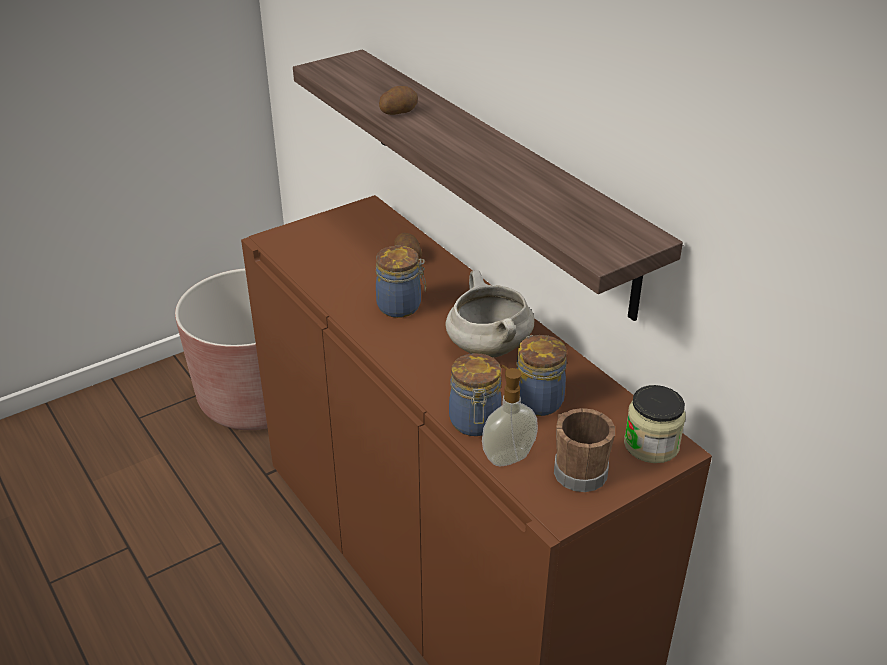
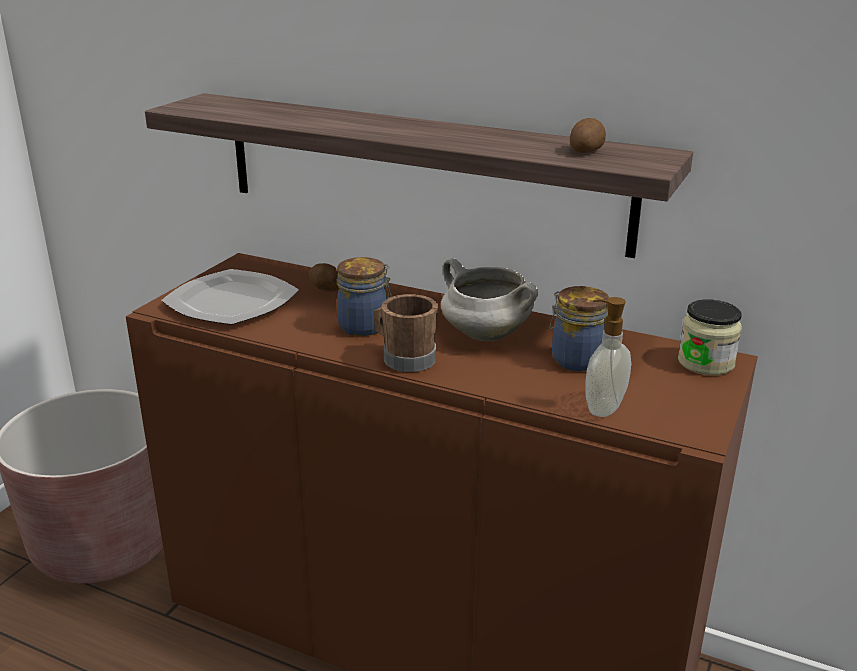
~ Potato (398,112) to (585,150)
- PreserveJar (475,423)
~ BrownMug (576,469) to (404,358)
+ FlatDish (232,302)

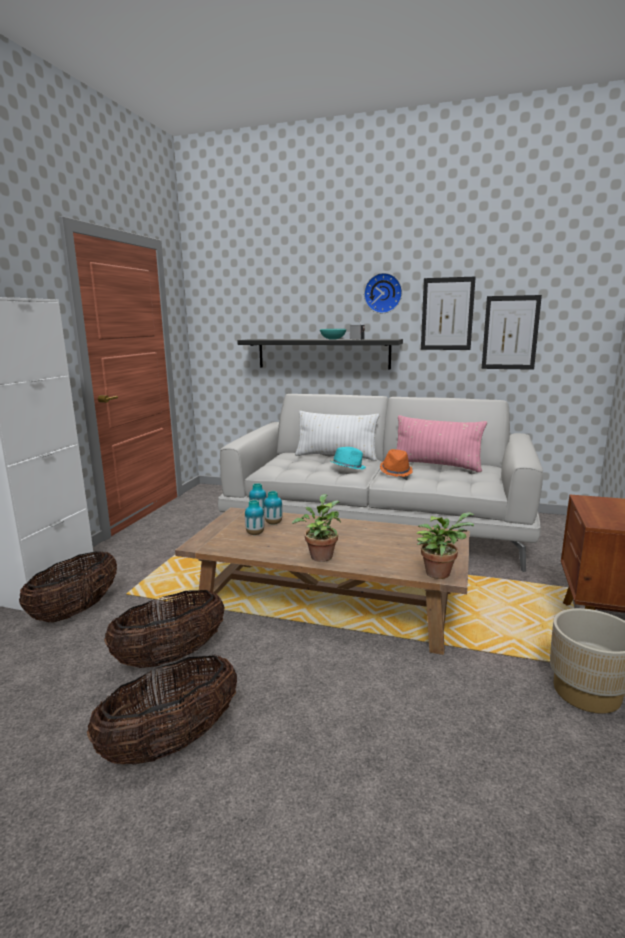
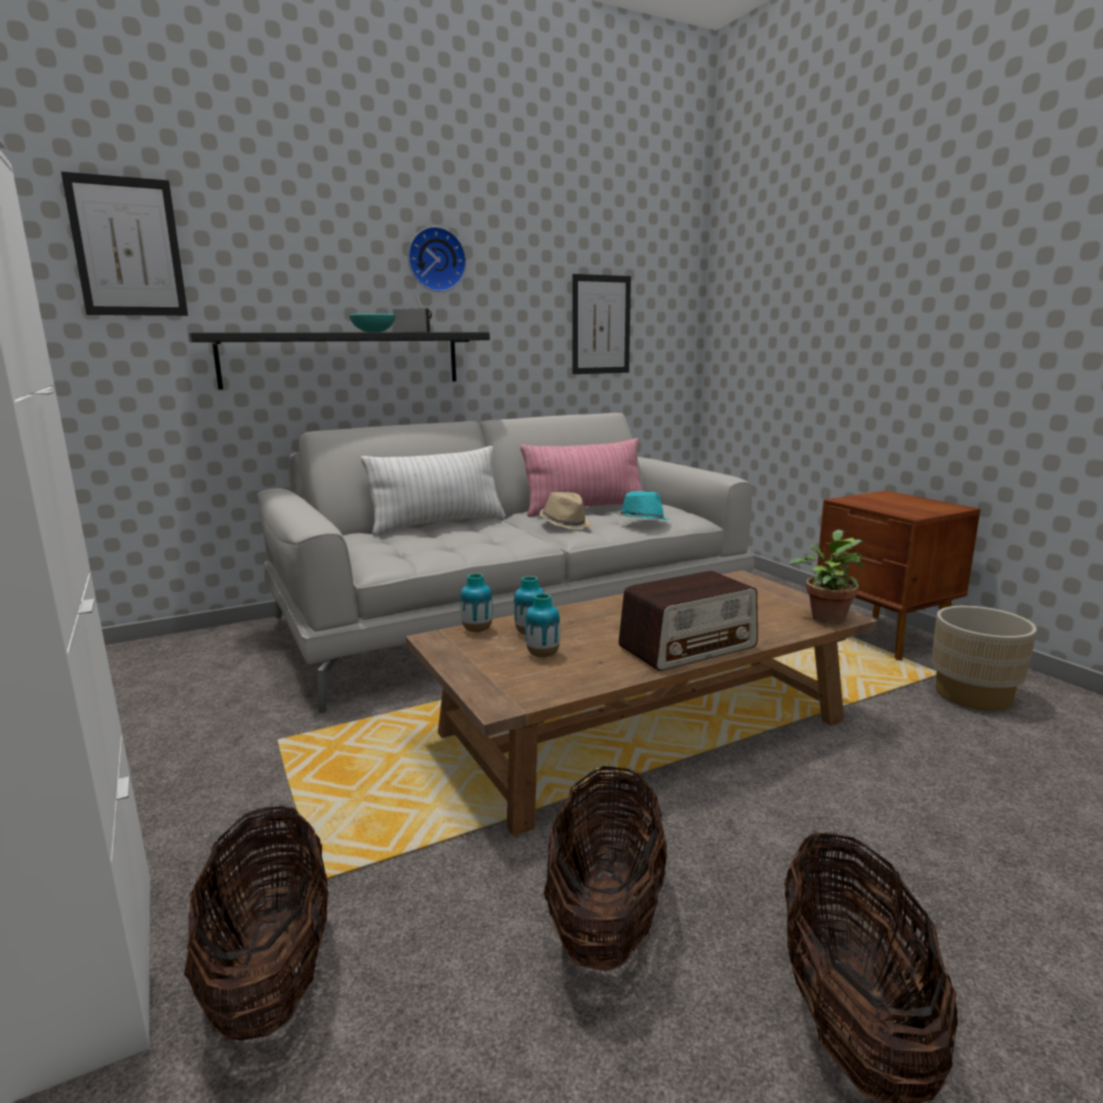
~ Picture (447,314) to (127,247)
~ BlueGreenClothingHat (347,467) to (642,522)
~ OrangeClothingHat (396,471) to SandColouredClothingHat (565,524)
~ PlantInAPot (320,555) to Radio (688,647)

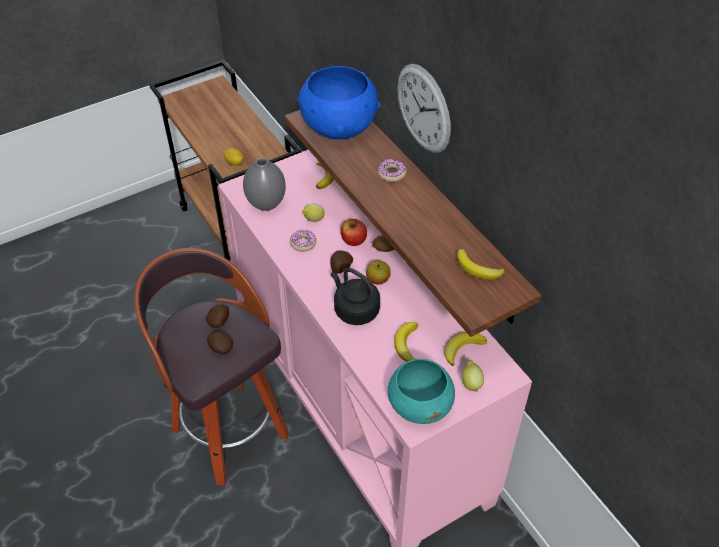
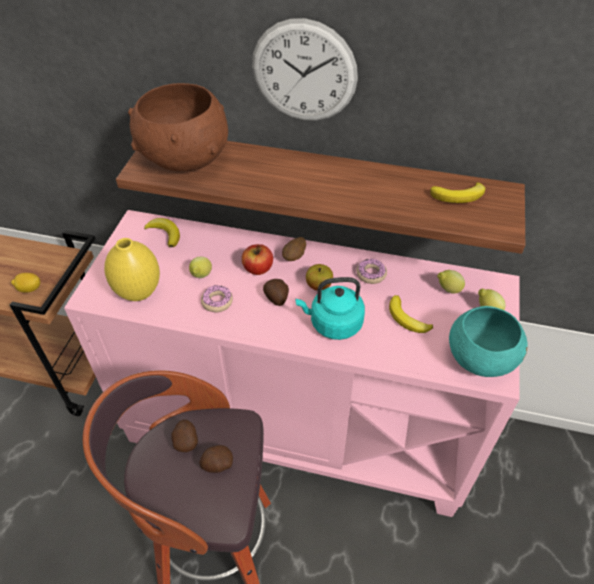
~ BlueDeepDish (339,127) to BrownDeepDish (185,158)
~ GreyVase (266,204) to YellowVase (139,292)
~ RingDoughnut (391,174) to (371,274)
~ BlackTeaKettle (354,310) to BlueGreenTeaKettle (333,324)
~ Banana (462,348) to CitrusFruit (448,289)

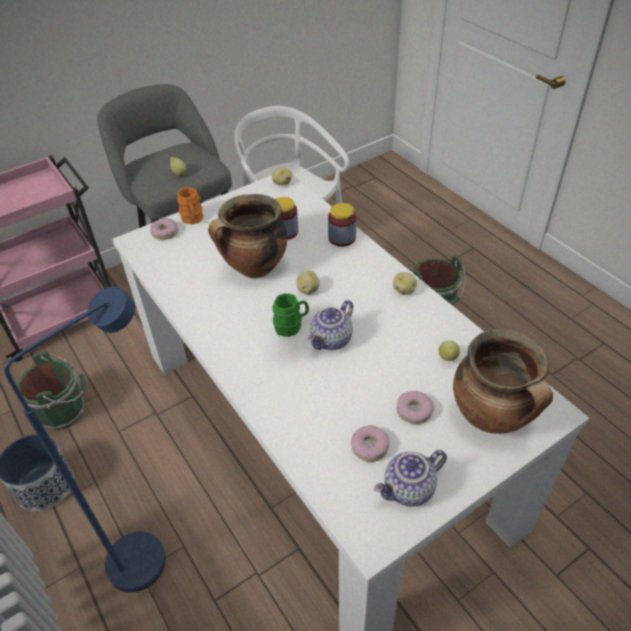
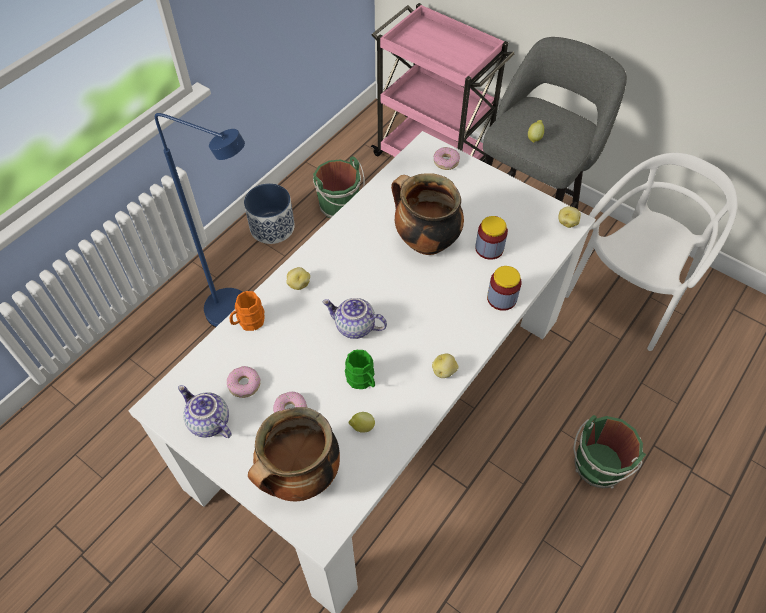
~ OrangeMug (192,219) to (248,322)
~ Potato (307,290) to (298,284)
~ GreenMug (291,326) to (362,380)

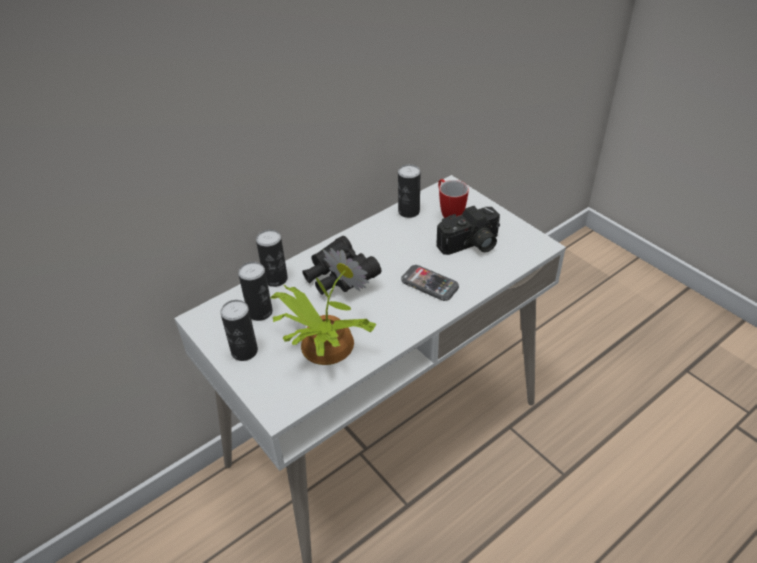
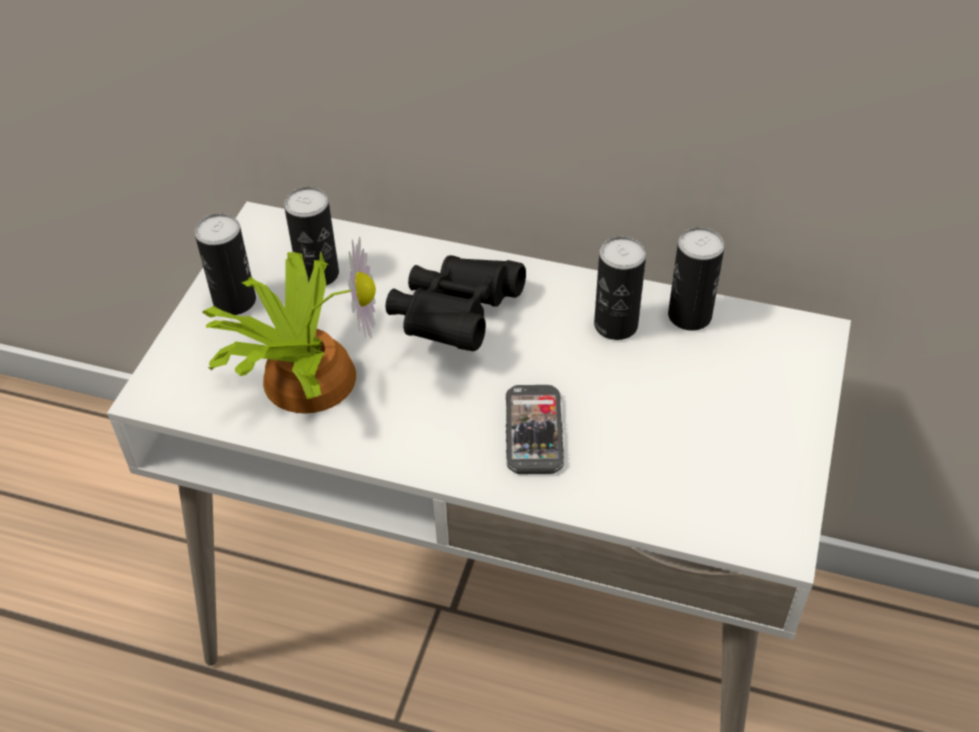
- Mug (449,212)
- PhotoCamera (470,245)
~ SealedCan (275,279) to (616,325)

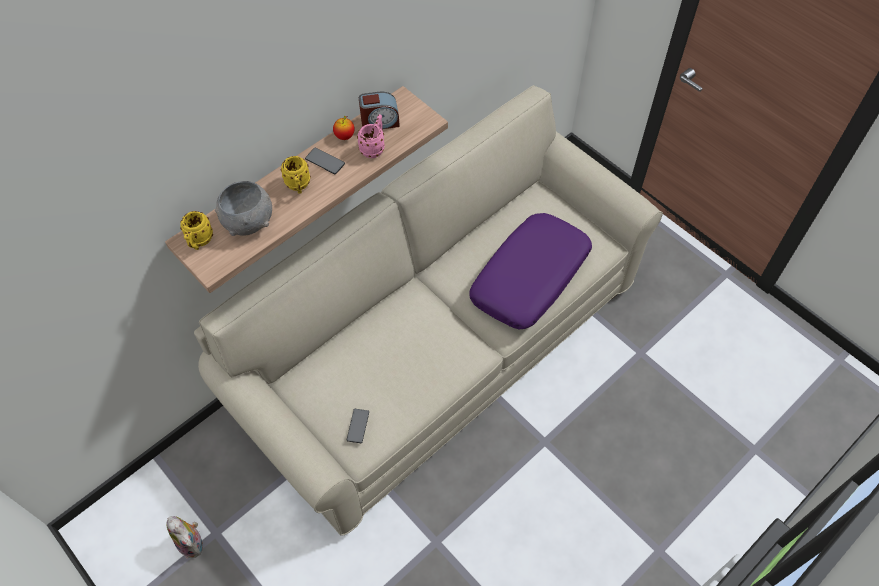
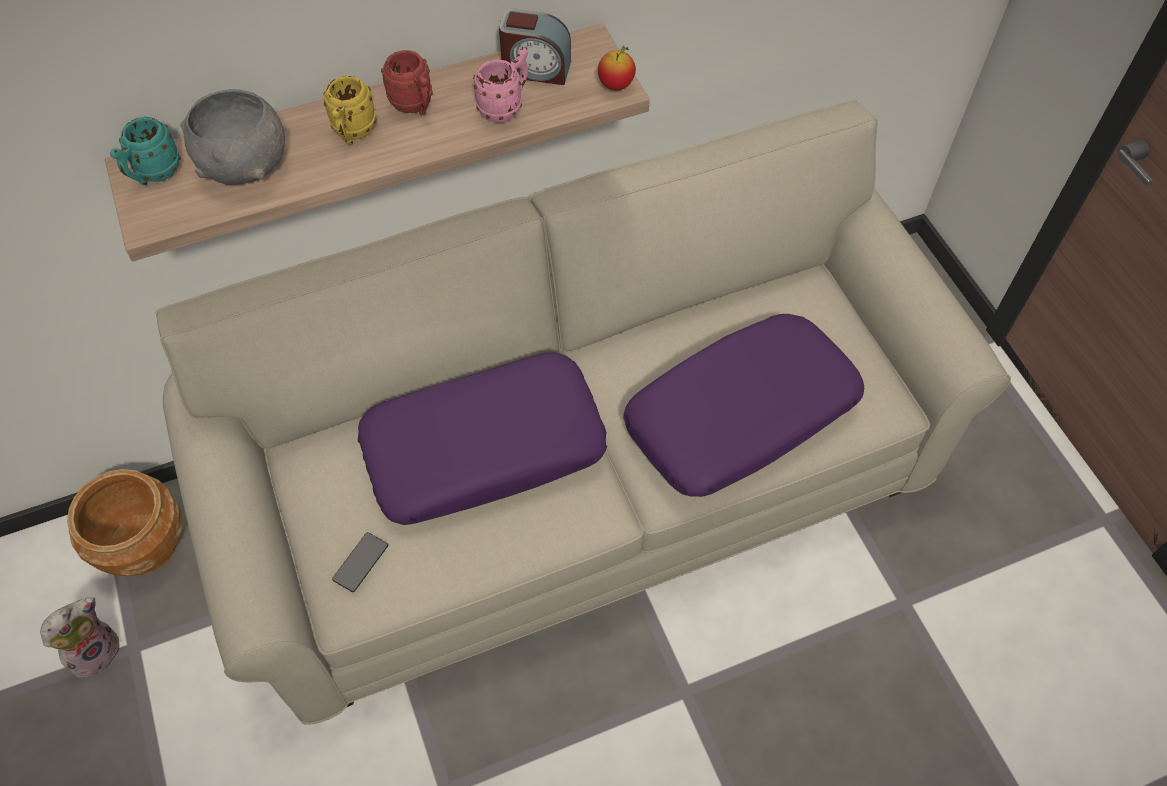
~ Apple (345,136) to (616,85)
~ Handset (325,161) to ReddishMug (415,106)
~ YellowMug (199,242) to BlueGreenMug (154,174)
~ PlushToy (193,543) = (95,650) 120 degrees counterclockwise
+ PurpleColouredPillow (485,448)
+ BrownFlowerPot (144,544)

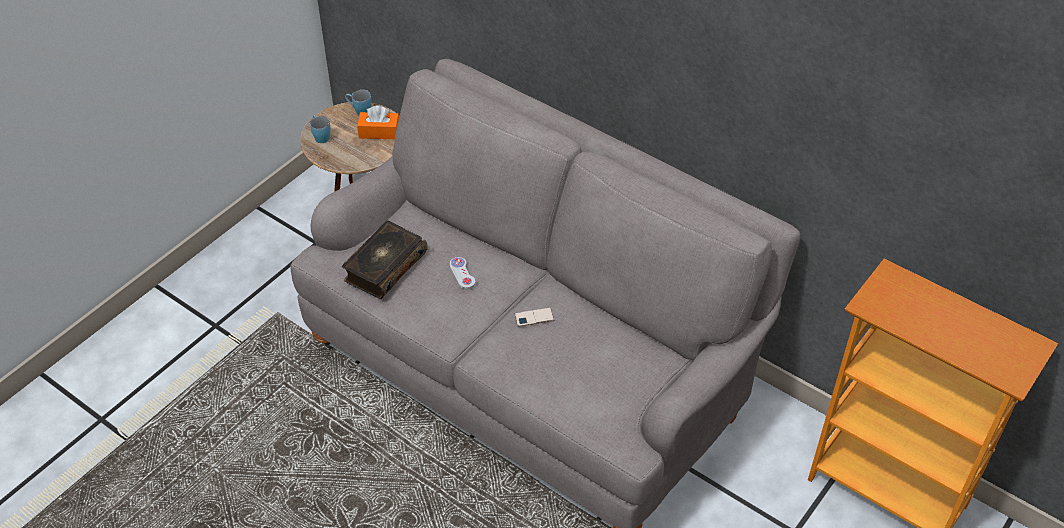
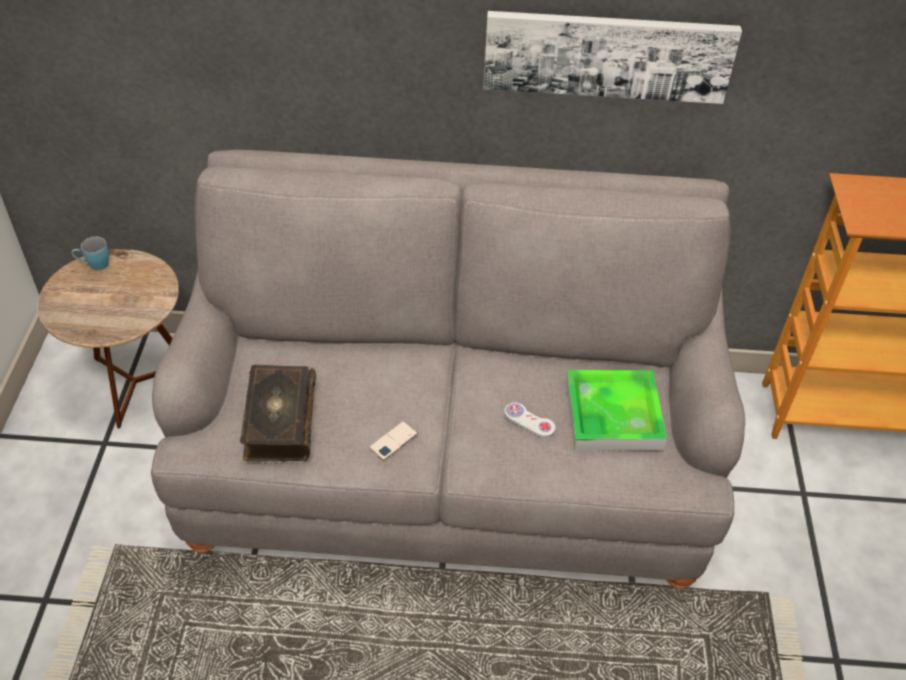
- OrangeTissueHolder (379,132)
- BlueMug (320,136)
~ WhiteColouredJoypad (462,274) to (529,421)
~ Handset (534,317) to (393,441)
+ Picture (607,55)
+ ServingTray (613,414)

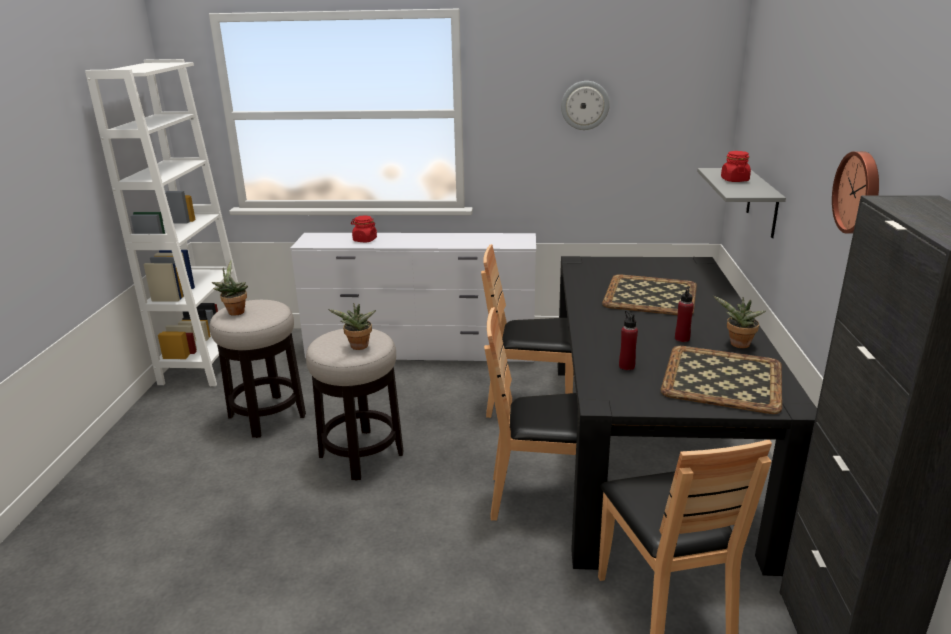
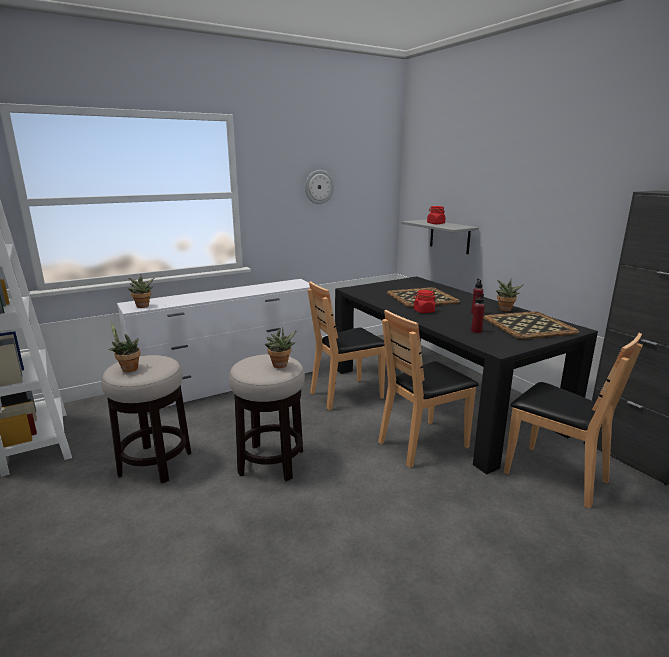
- WallClock (859,192)
~ ReddishPreserveJar (364,240) to (423,311)
+ PlantInAPot (143,306)

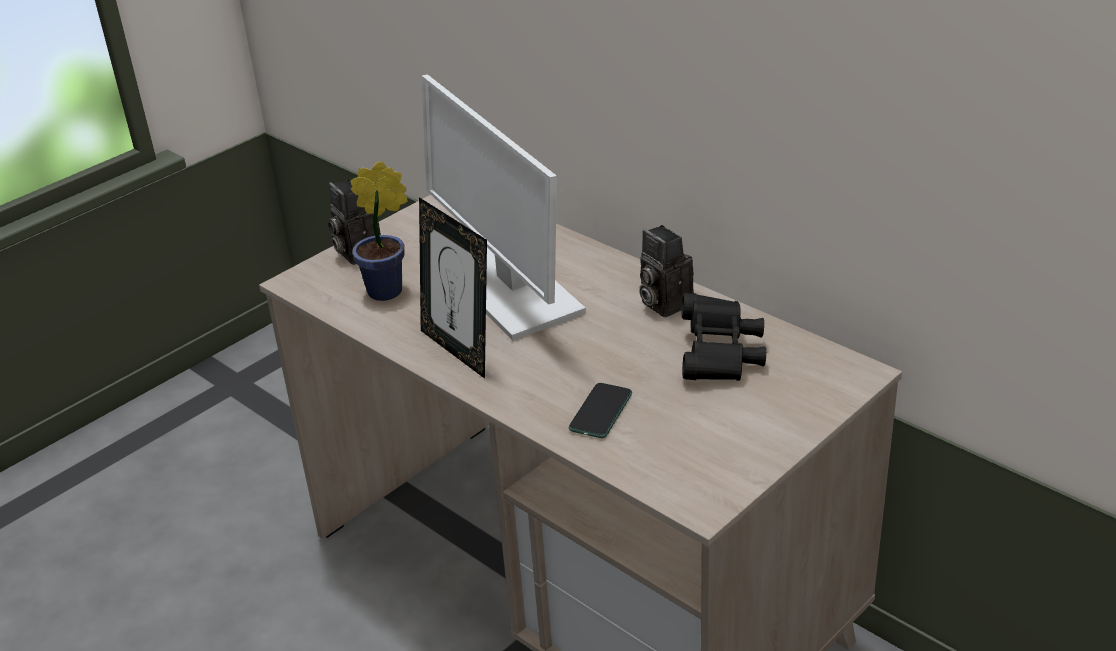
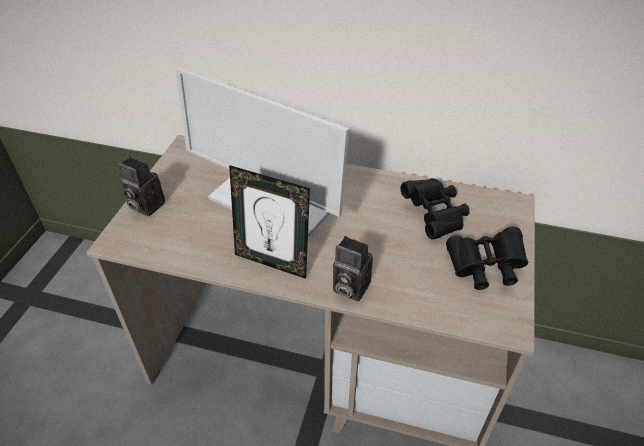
- PlantInAPot (390,291)
~ PhotoCamera (662,303) to (348,287)
- Handset (600,412)
+ BlackBinoculars (484,268)

